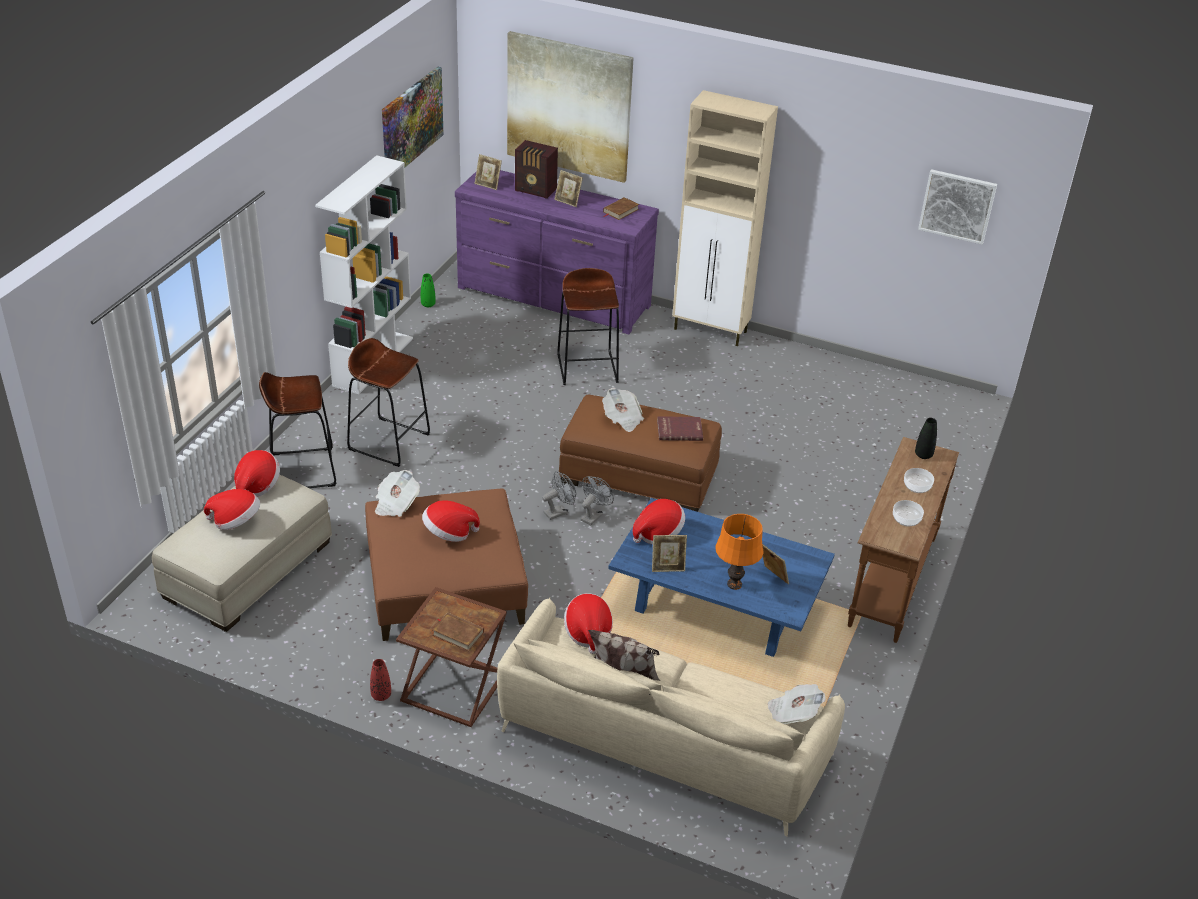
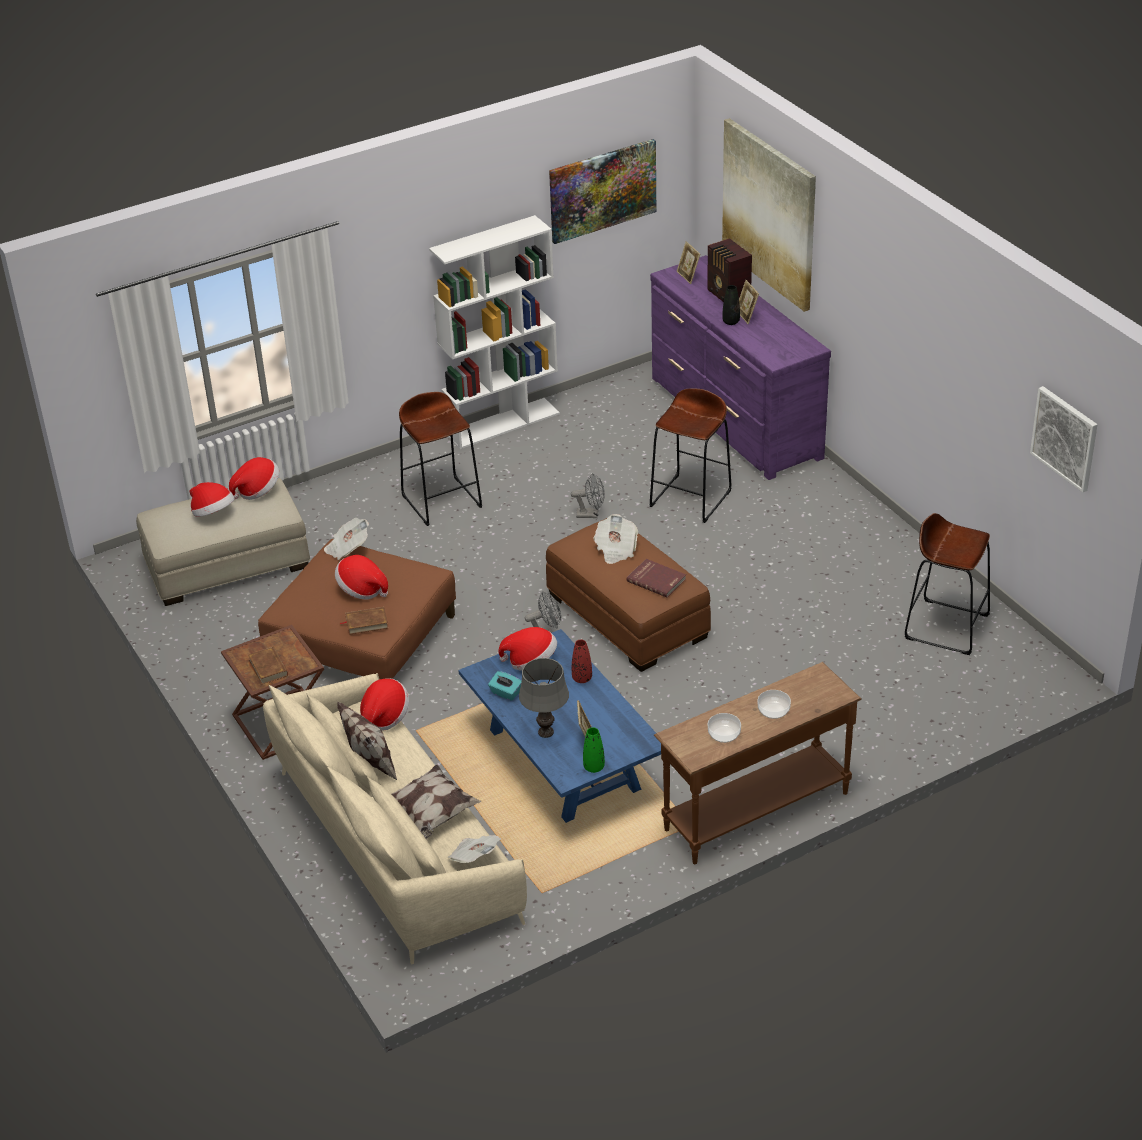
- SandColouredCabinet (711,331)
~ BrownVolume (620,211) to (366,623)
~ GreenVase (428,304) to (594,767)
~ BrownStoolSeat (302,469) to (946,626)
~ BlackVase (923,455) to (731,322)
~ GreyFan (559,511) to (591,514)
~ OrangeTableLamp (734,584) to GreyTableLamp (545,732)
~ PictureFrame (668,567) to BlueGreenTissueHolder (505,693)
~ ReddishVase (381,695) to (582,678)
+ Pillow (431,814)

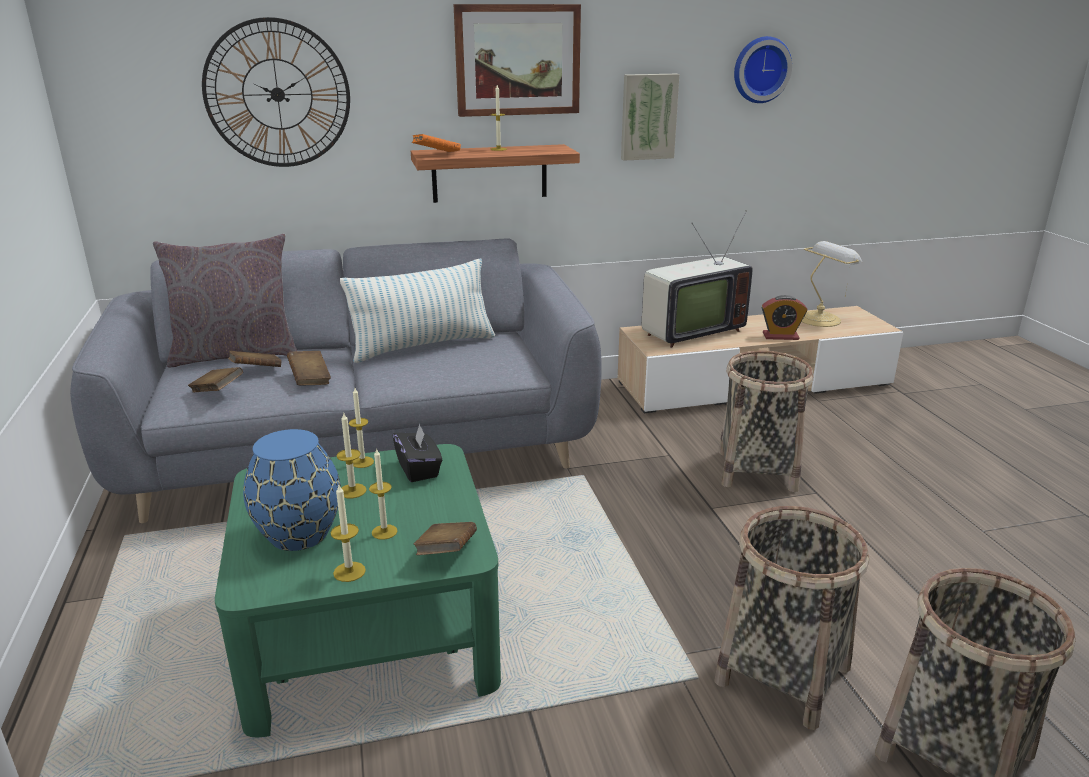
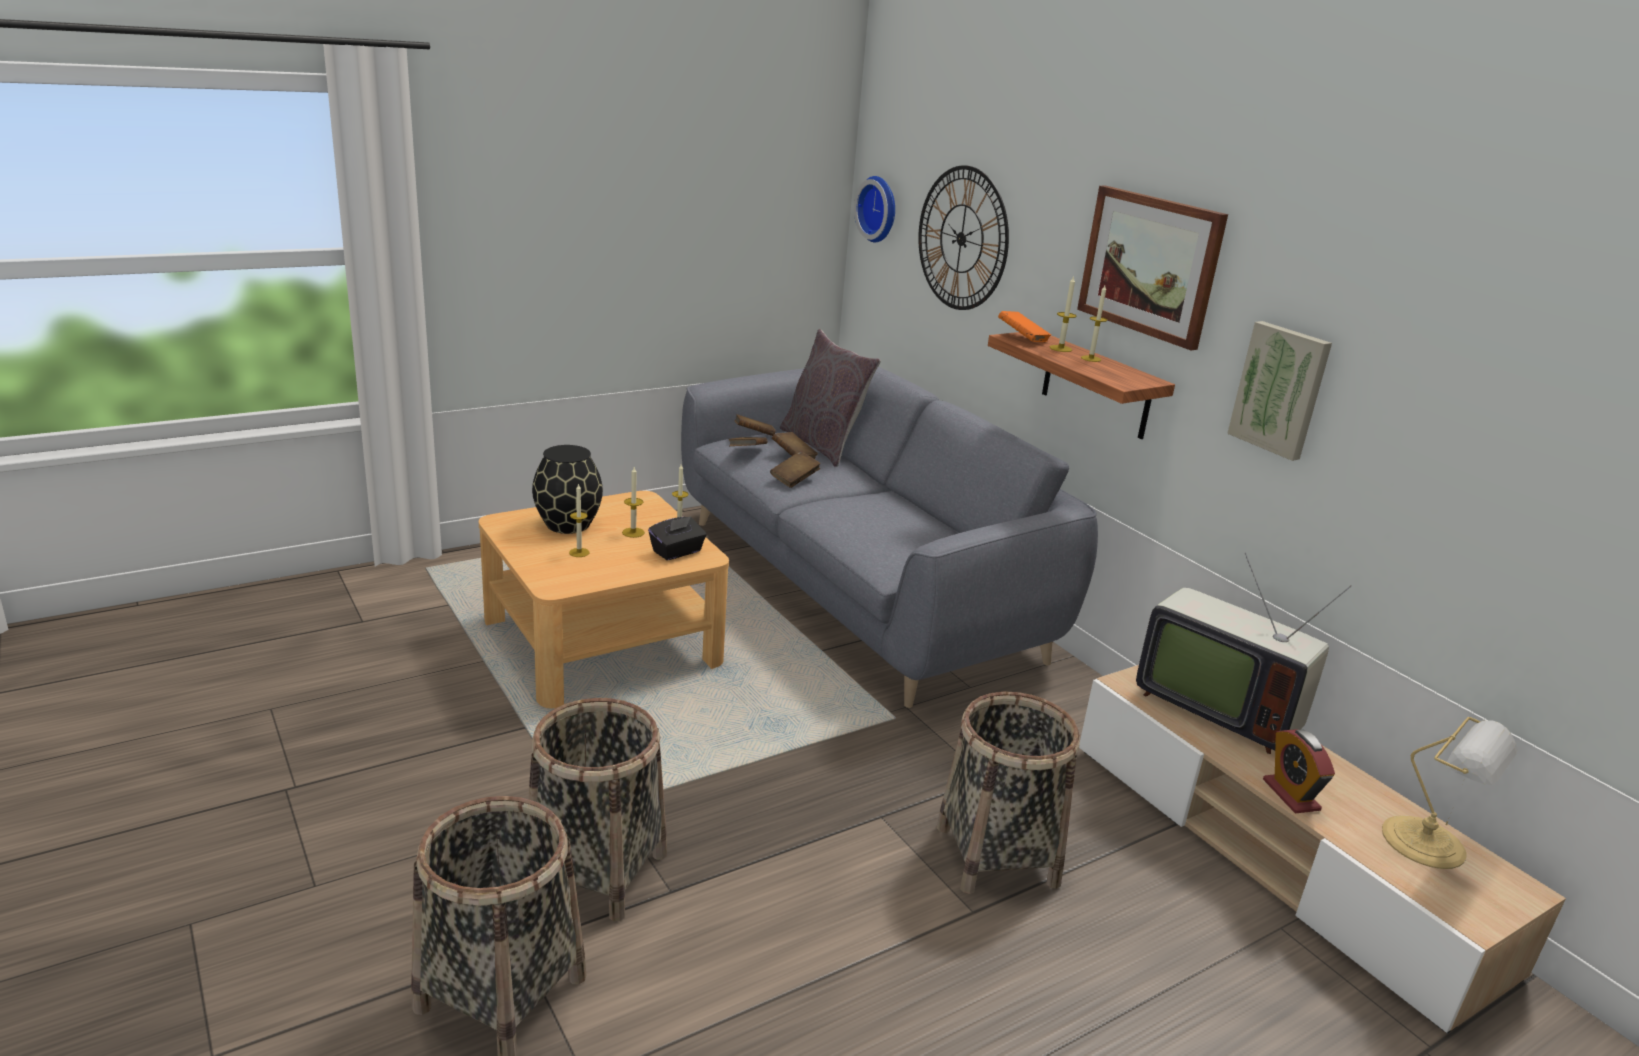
~ WallClock (760,69) to (879,209)
- Pillow (423,346)
~ BlueVase (300,533) to BlackVase (569,525)
~ GreenLowTable (370,629) to SandColouredLowTable (603,641)
~ WaxLight (349,572) to (1060,348)
~ BrownVolume (446,552) to (754,435)

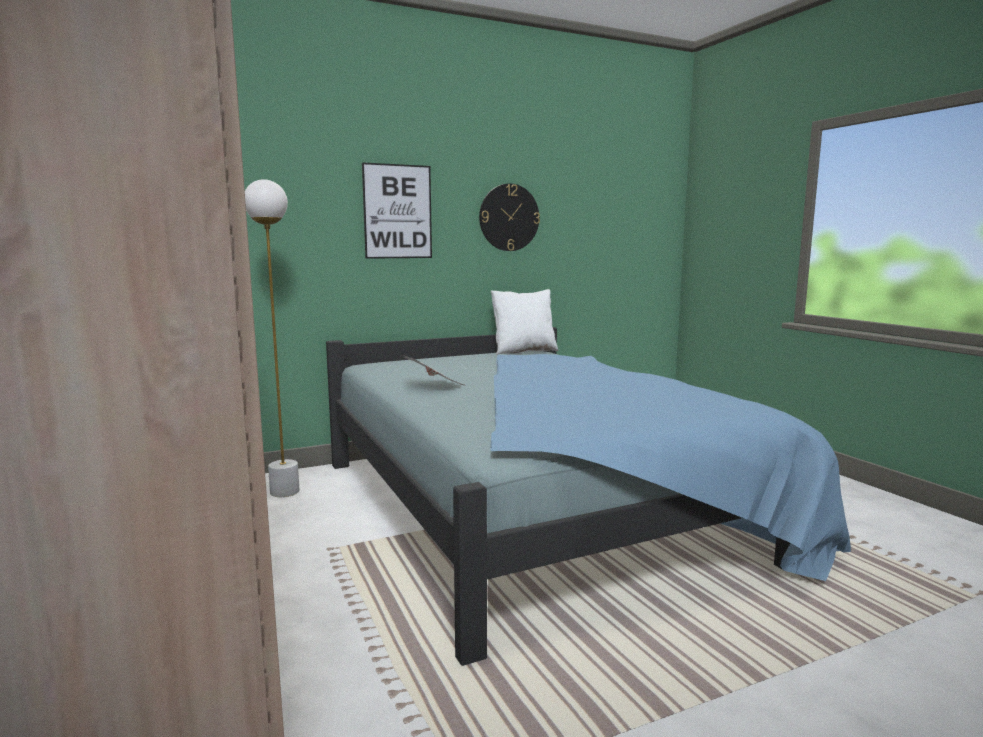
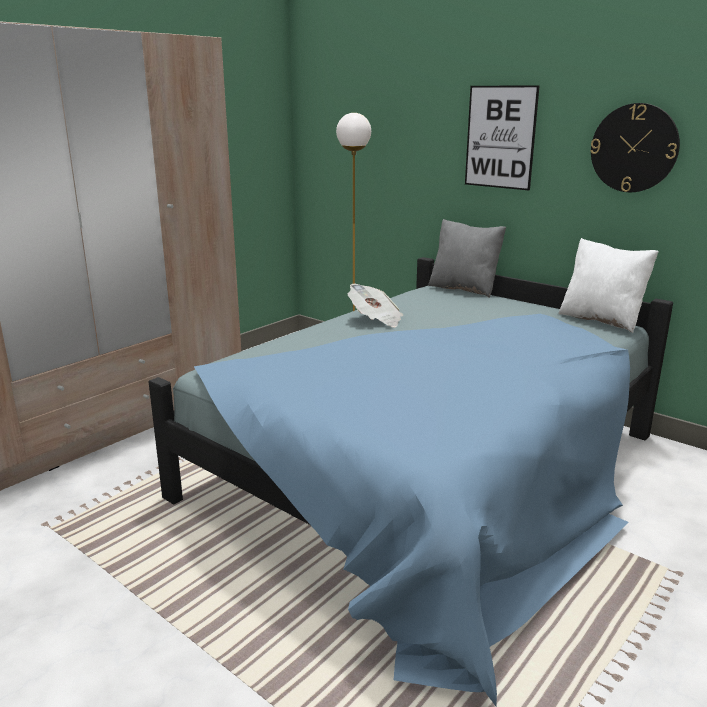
+ GreyPillow (464,289)

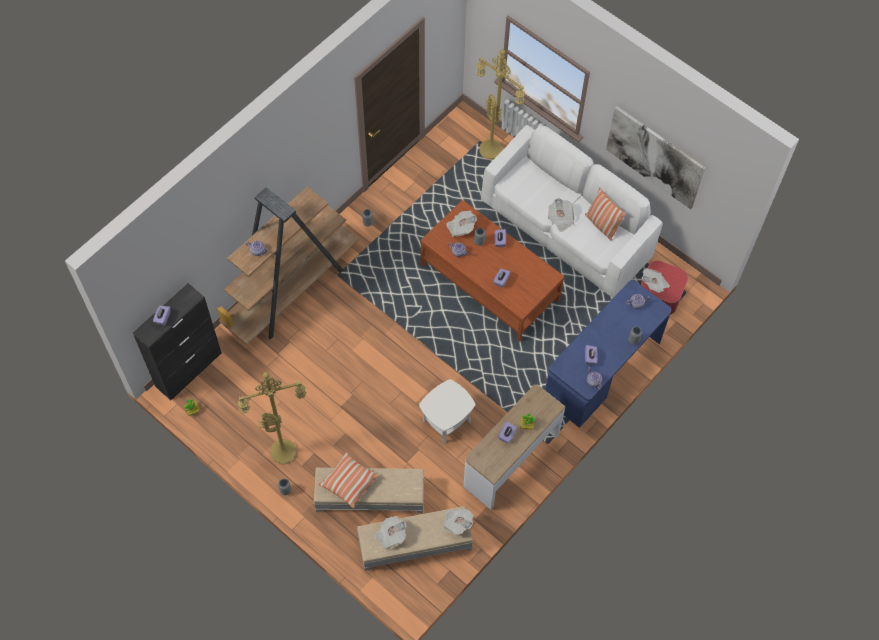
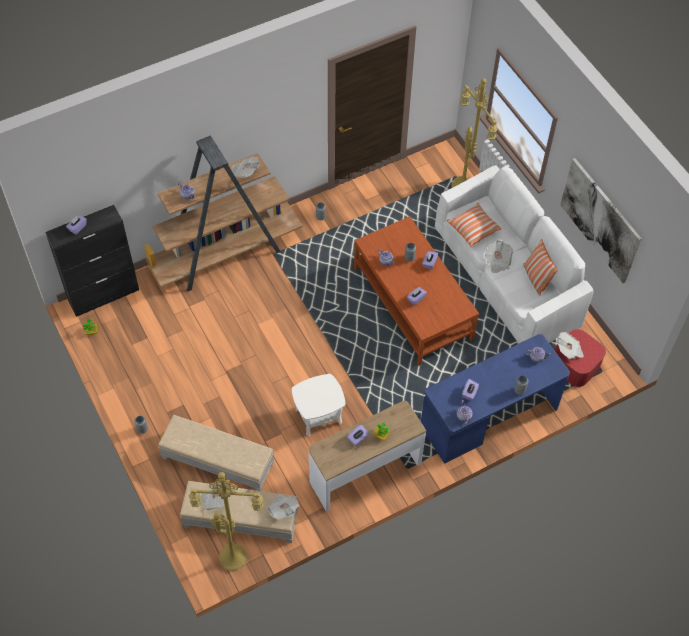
~ DailyPaper (461,227) to (245,172)
~ YellowFloorLamp (284,450) to (234,556)
~ Pillow (349,482) to (473,229)

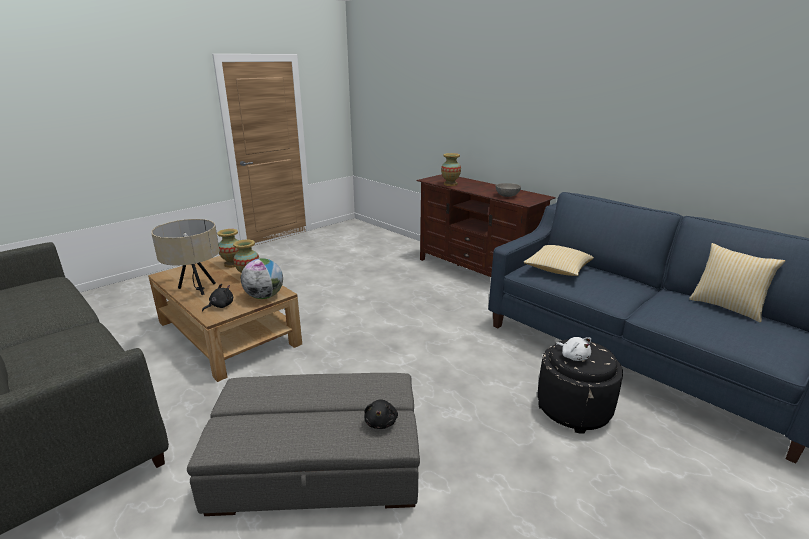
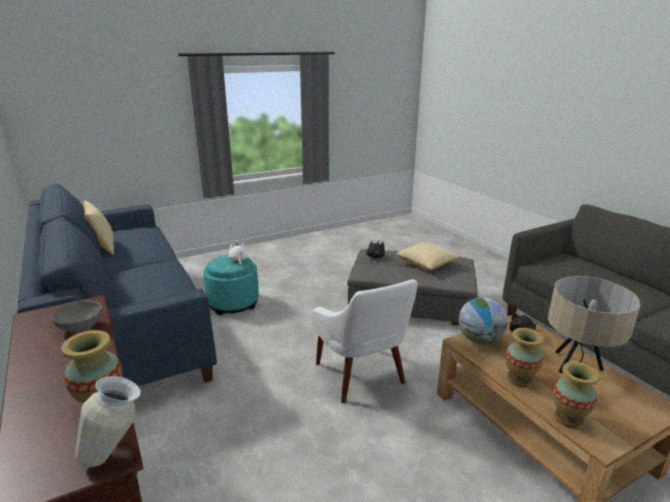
~ Pillow (557,270) to (427,263)
~ BlackOttoman (573,409) to BlueGreenOttoman (233,303)
+ WhiteColouredLoungeChair (362,377)
+ Vase (117,453)

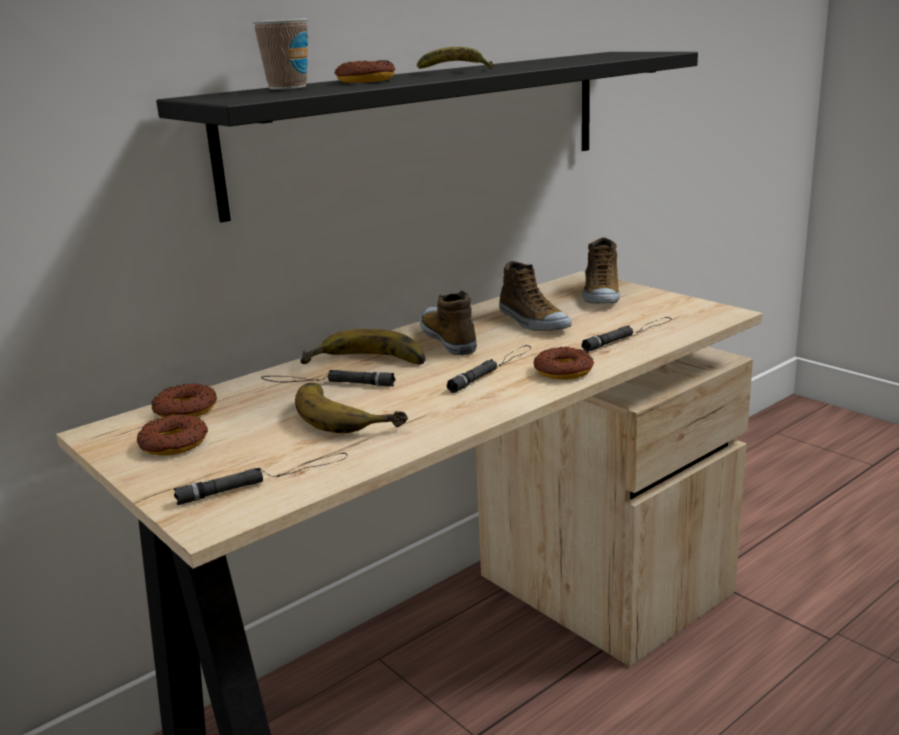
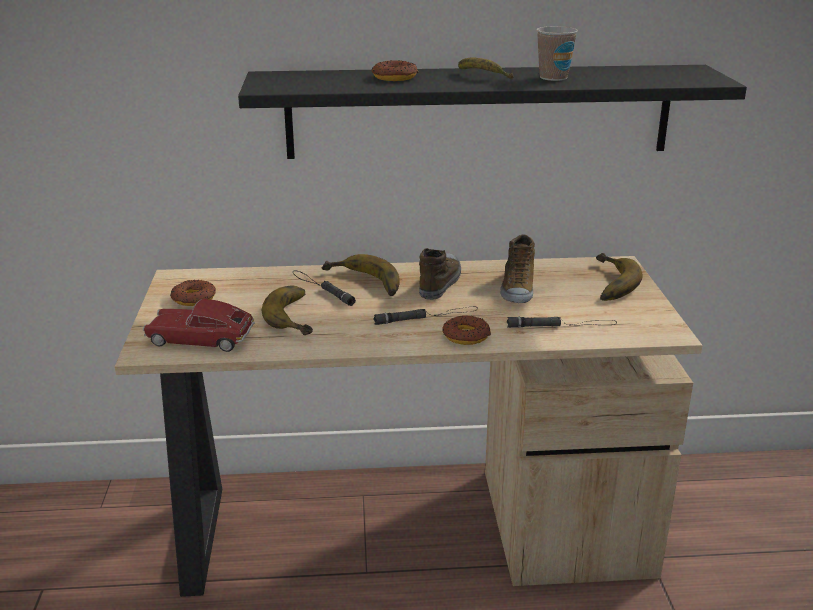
~ Cup (287,87) to (553,78)
~ ItemOfFootwear (600,295) to Banana (606,283)
- RingDoughnut (185,410)
~ BlackHandTorch (265,479) to ToyCar (200,339)

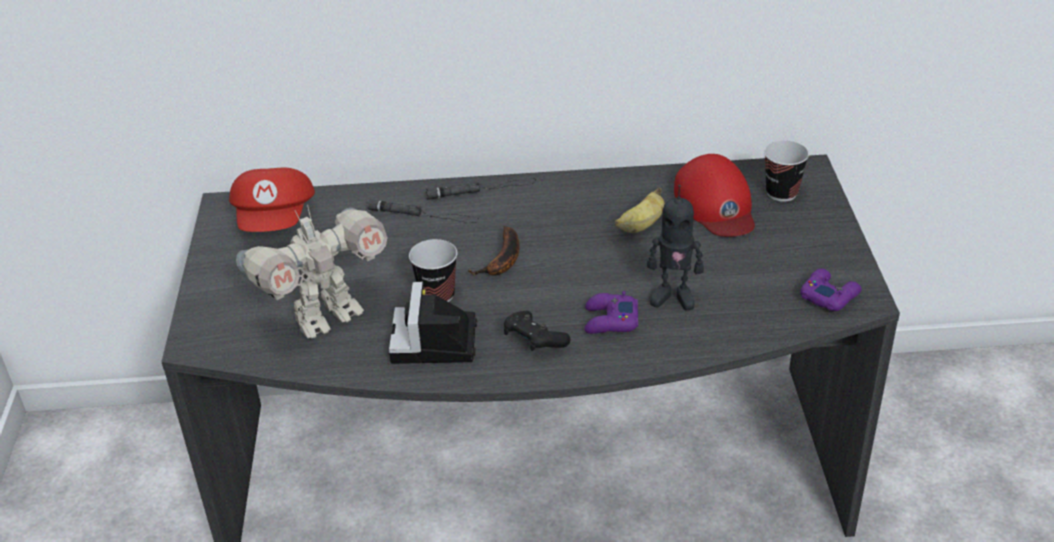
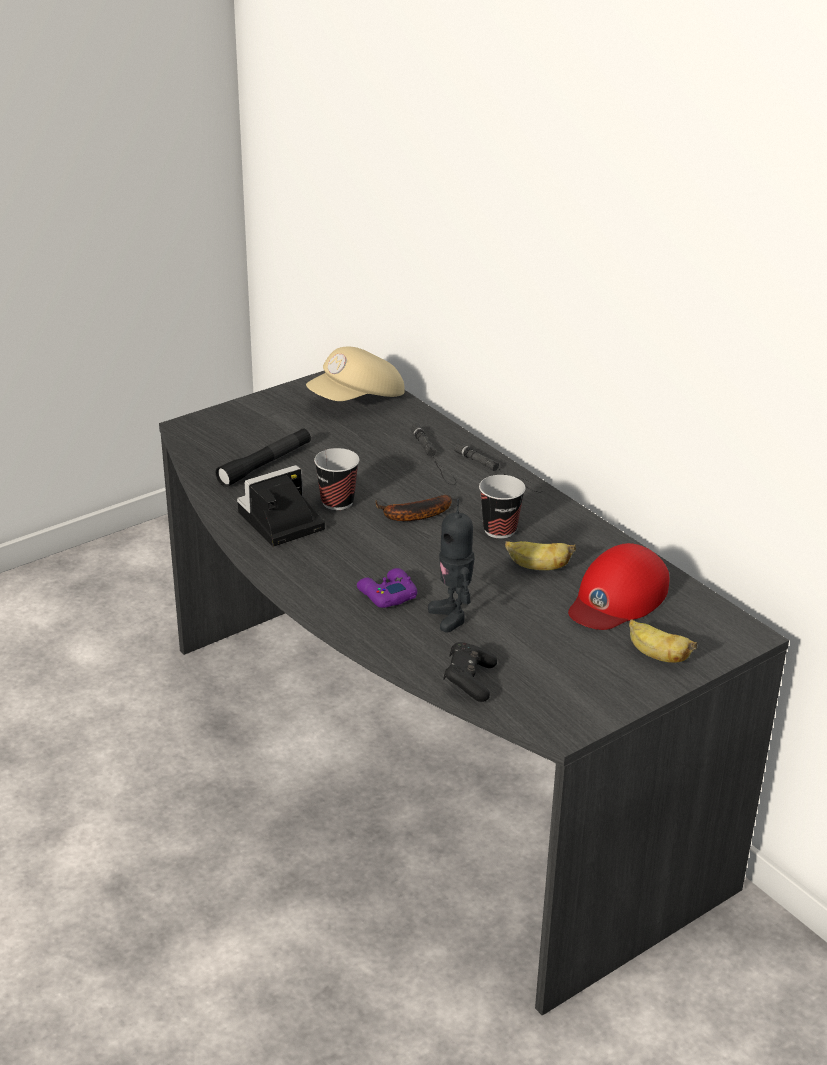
~ Cup (781,193) to (500,530)
~ ReddishBaseballCap (276,220) to SandColouredBaseballCap (357,400)
~ ModelRobot (325,316) to BlackHandTorch (265,464)
- PurpleColouredJoypad (829,295)
~ BlackJoypad (534,341) to (469,681)
+ Banana (656,655)

